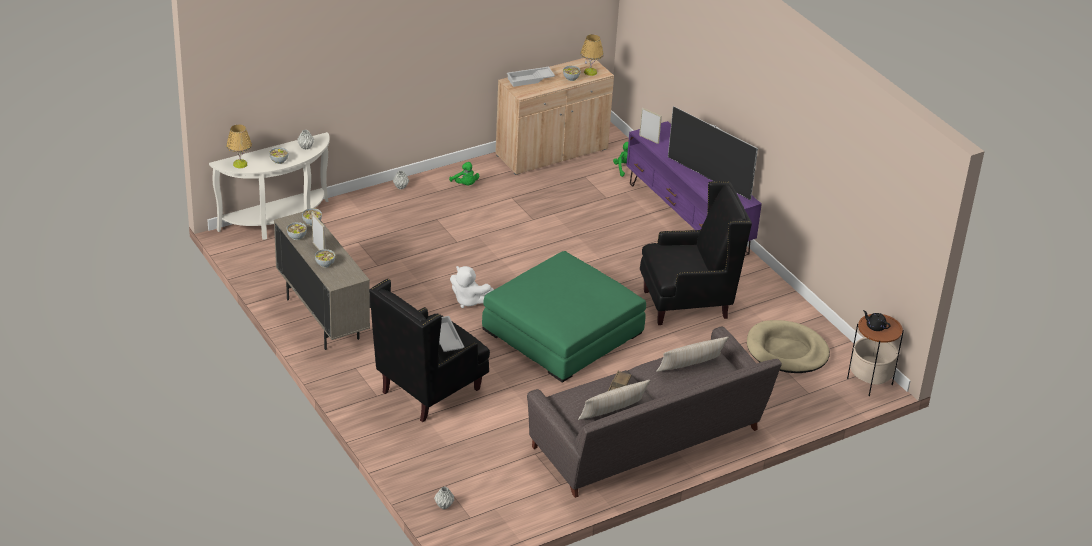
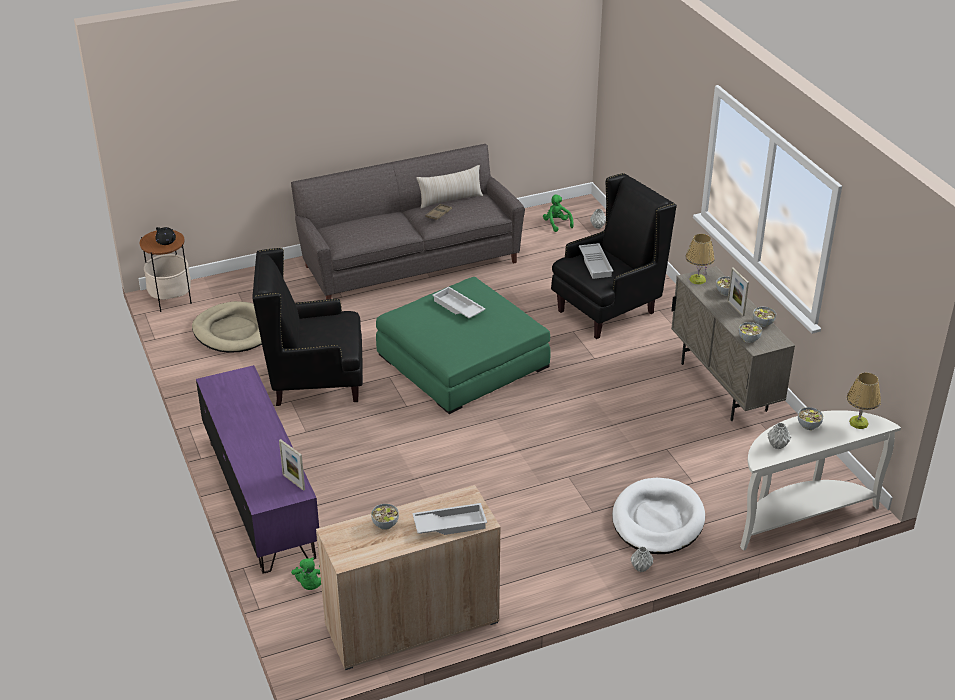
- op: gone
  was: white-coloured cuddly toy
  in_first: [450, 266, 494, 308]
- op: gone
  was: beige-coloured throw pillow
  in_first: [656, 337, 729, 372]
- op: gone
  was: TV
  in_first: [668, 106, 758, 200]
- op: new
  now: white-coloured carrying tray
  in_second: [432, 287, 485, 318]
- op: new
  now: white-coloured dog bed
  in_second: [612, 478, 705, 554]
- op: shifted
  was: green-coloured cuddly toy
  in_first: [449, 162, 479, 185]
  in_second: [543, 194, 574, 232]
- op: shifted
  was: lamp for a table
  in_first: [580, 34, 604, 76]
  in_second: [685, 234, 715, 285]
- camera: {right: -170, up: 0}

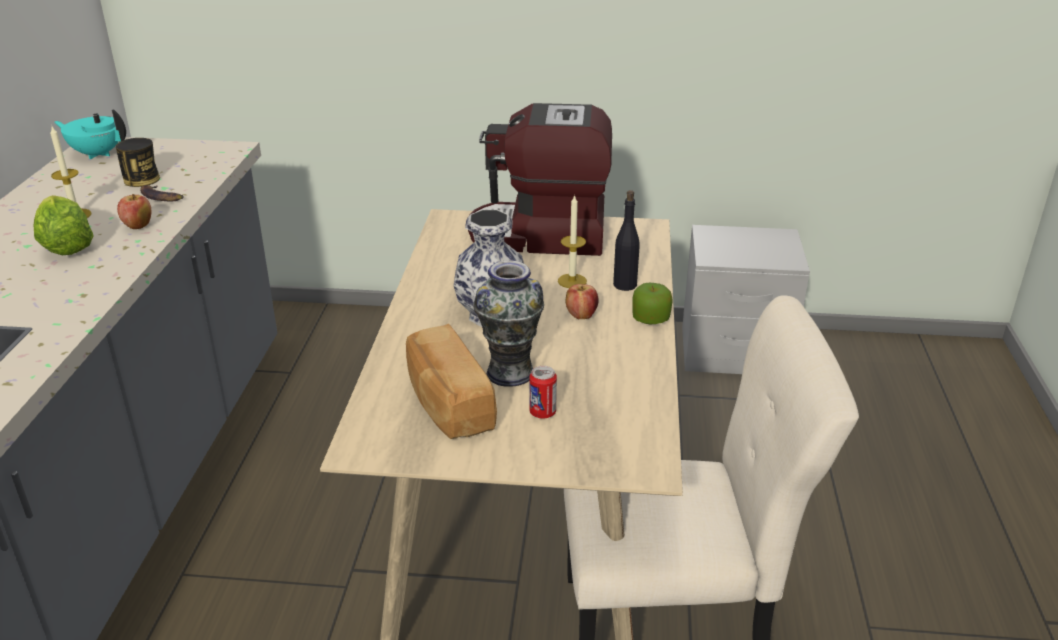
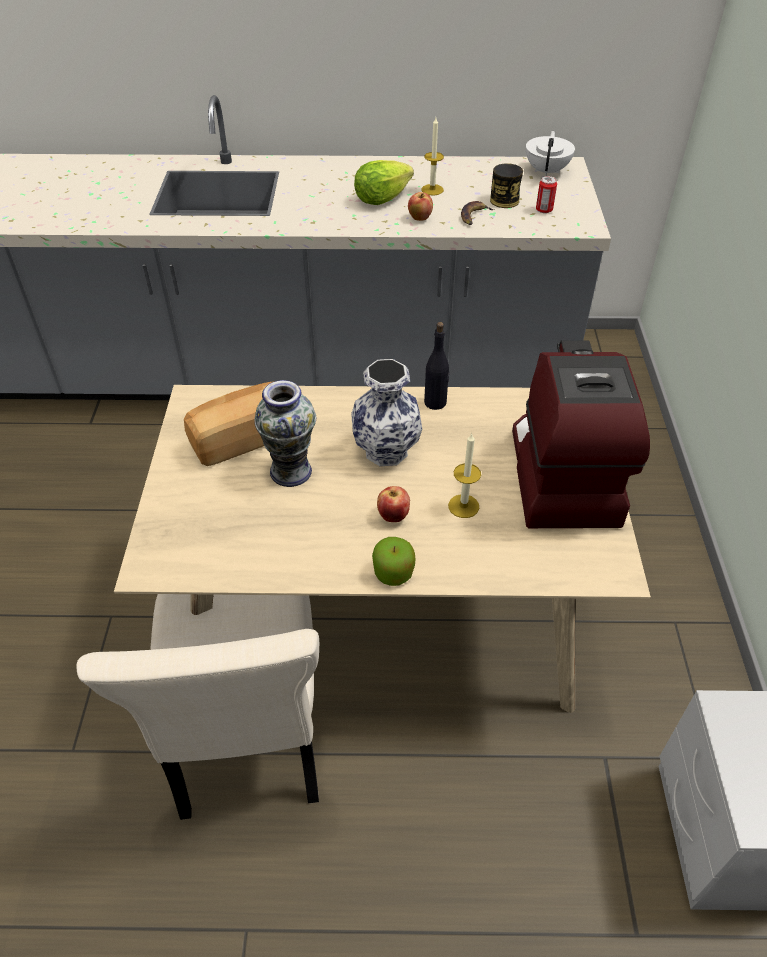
- op: shifted
  was: metal can
  in_first: [530, 366, 557, 419]
  in_second: [536, 176, 557, 213]
- op: shifted
  was: black-coloured bottle
  in_first: [613, 190, 640, 291]
  in_second: [424, 322, 450, 410]
- op: repainted
  was: blue-green pot for tea
  now: white-coloured pot for tea
  in_first: [54, 109, 126, 159]
  in_second: [526, 131, 575, 176]
- camera: {right: 85, up: 15}

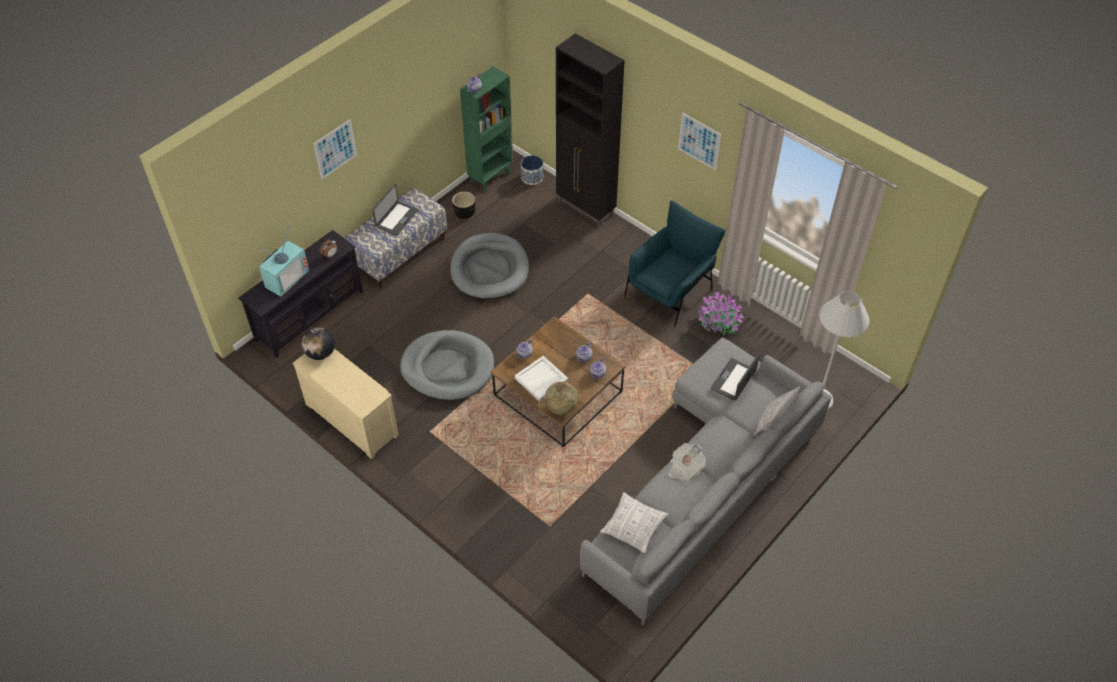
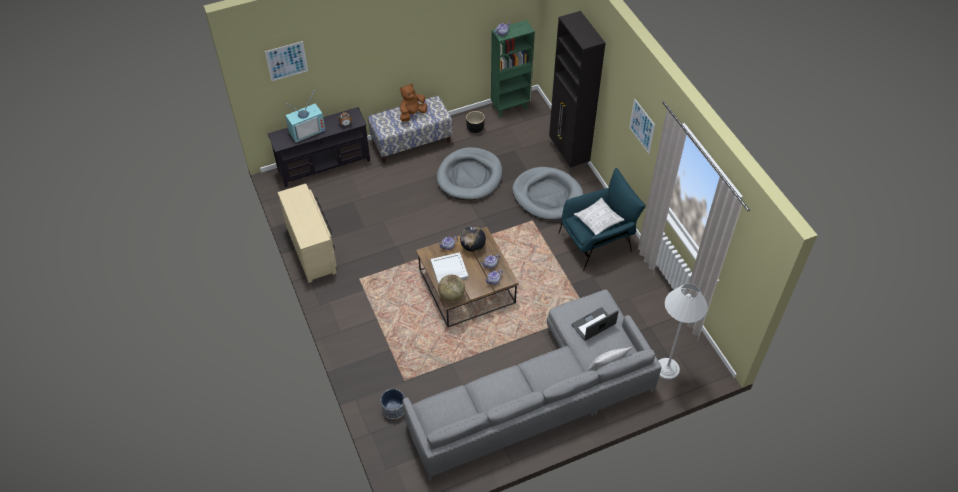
- op: gone
  was: newspaper
  in_first: [668, 443, 706, 482]
- op: gone
  was: houseplant
  in_first: [698, 292, 744, 335]
- op: shifted
  was: desk globe
  in_first: [302, 327, 335, 360]
  in_second: [460, 226, 486, 252]
- op: shifted
  was: wall art
  in_first: [313, 119, 357, 180]
  in_second: [265, 41, 308, 81]
- op: shifted
  was: grey dog bed
  in_first: [400, 330, 494, 401]
  in_second: [512, 167, 584, 220]
- op: shifted
  was: planter
  in_first: [521, 155, 543, 185]
  in_second: [381, 389, 404, 419]
- op: shifted
  was: throw pillow
  in_first: [600, 492, 668, 553]
  in_second: [574, 198, 624, 235]
- op: swapped
  was: portable computer
  now: brownish cuddly toy
  in_first: [372, 184, 419, 236]
  in_second: [400, 84, 427, 122]
- camera: {right: 25, up: 0}

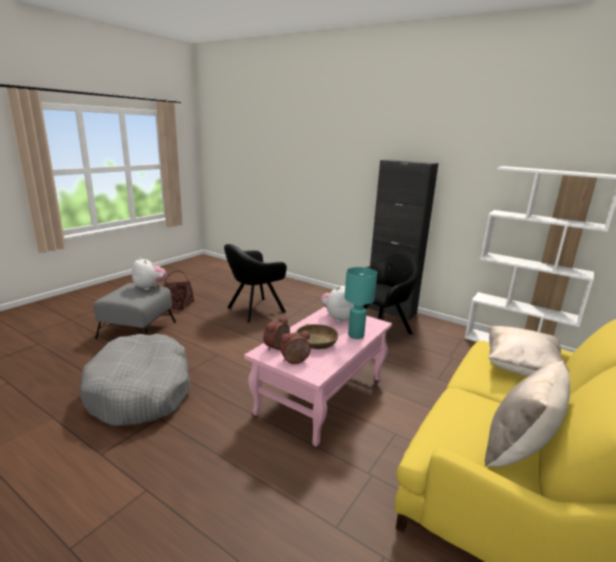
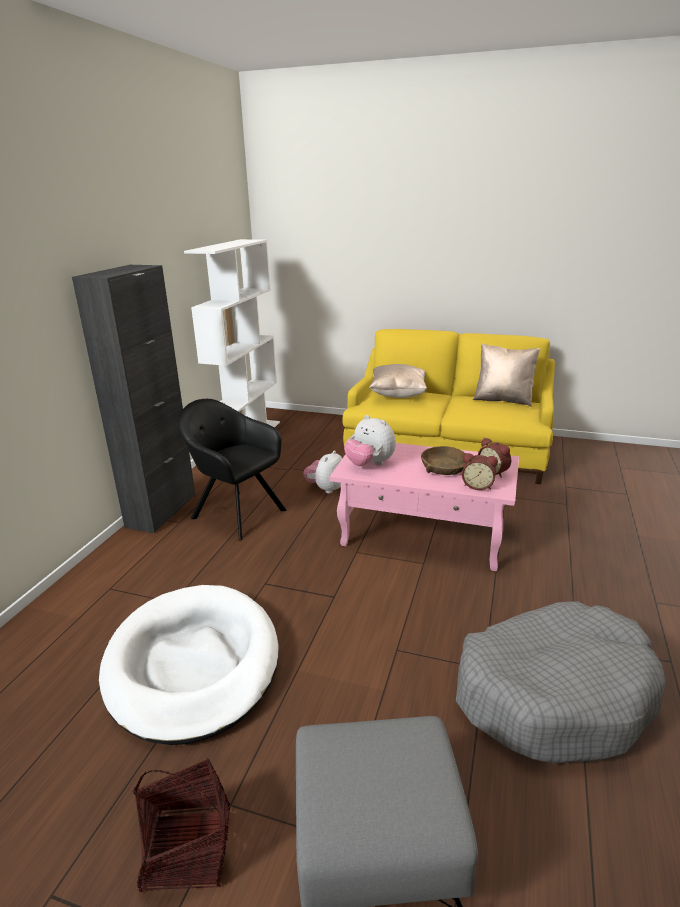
- op: gone
  was: blue-green lamp for a table
  in_first: [344, 267, 377, 339]
- op: shifted
  was: cuddly toy
  in_first: [132, 257, 167, 290]
  in_second: [303, 450, 342, 494]
- op: swapped
  was: black-coloured lounge chair
  now: white-coloured dog bed
  in_first: [224, 244, 287, 323]
  in_second: [99, 585, 279, 745]
- camera: {right: -105, up: 5}

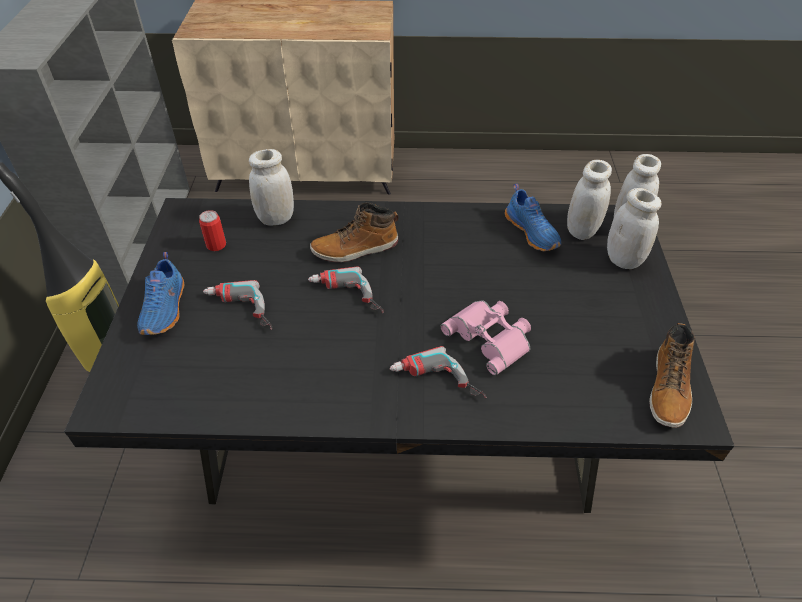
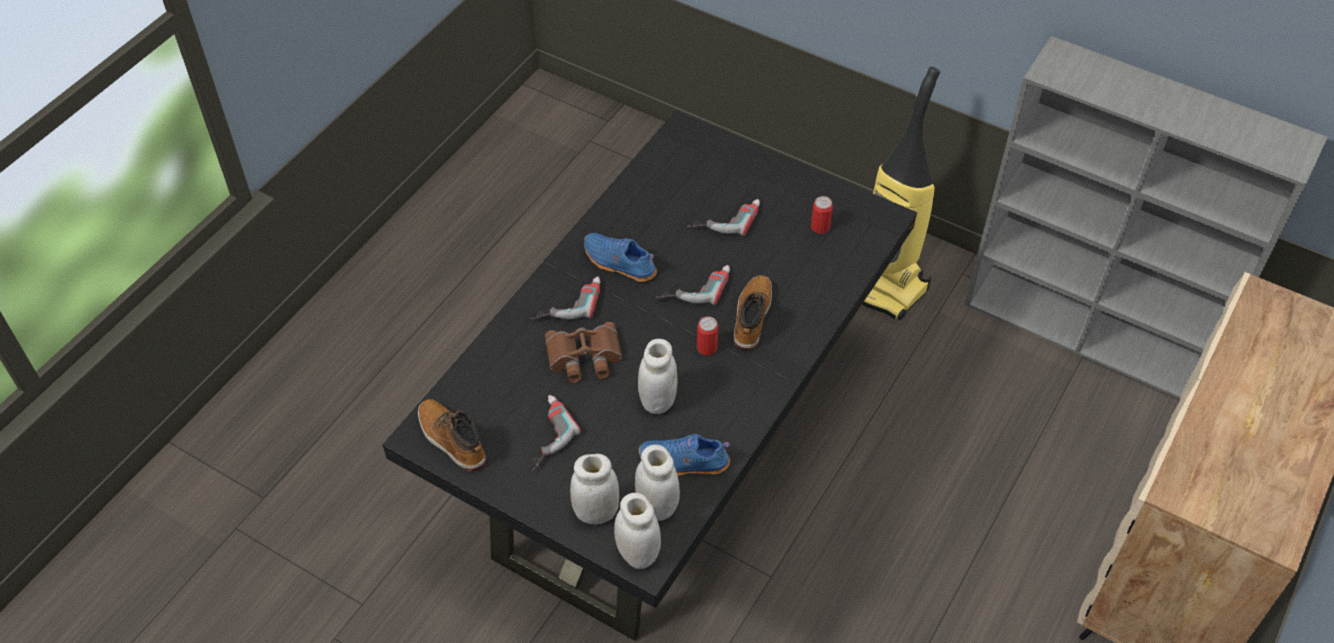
- op: new
  now: drill
  in_second: [532, 395, 581, 471]
- op: new
  now: metal can
  in_second: [697, 316, 718, 355]
- op: shifted
  was: blue-coloured low shoe
  in_first: [137, 252, 184, 335]
  in_second: [584, 233, 657, 282]
- op: shifted
  was: white-coloured jar
  in_first: [249, 149, 294, 226]
  in_second: [638, 339, 677, 414]
- op: repainted
  was: pink pair of binoculars
  now: brownish pair of binoculars
  in_first: [441, 300, 531, 375]
  in_second: [545, 322, 622, 383]
- camera: {right: 120, up: 5}

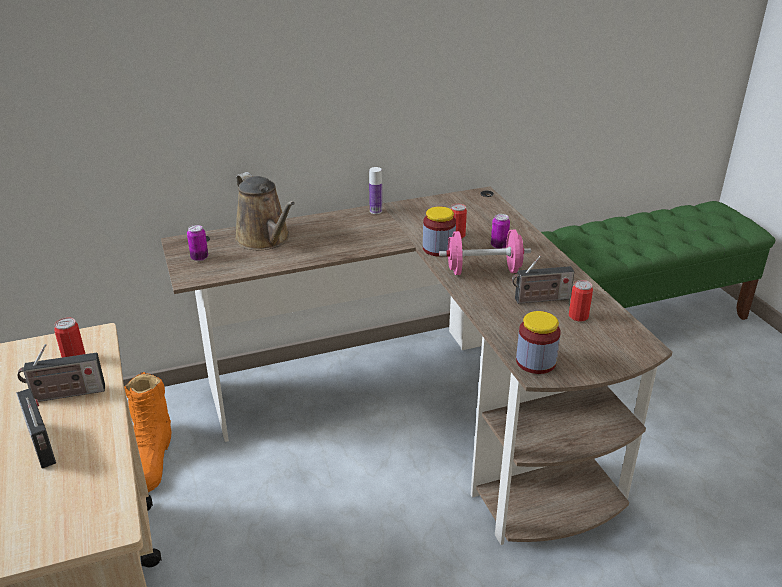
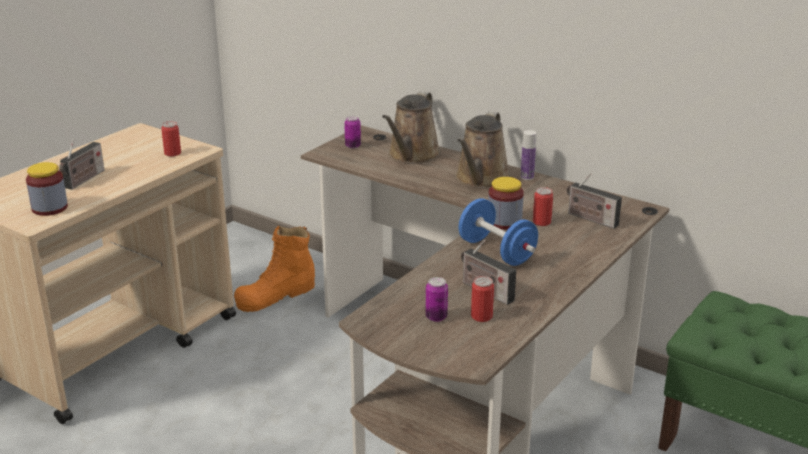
- op: new
  now: brownish watering can
  in_second: [455, 112, 511, 189]
- op: shifted
  was: radio receiver
  in_first: [17, 344, 105, 402]
  in_second: [567, 173, 622, 229]
- op: shifted
  was: metal can
  in_first: [491, 214, 510, 249]
  in_second: [426, 277, 448, 322]
- op: shifted
  was: jar
  in_first: [516, 311, 561, 374]
  in_second: [26, 162, 68, 216]
- op: repainted
  was: pink free weight
  now: blue-coloured free weight
  in_first: [439, 230, 531, 275]
  in_second: [458, 198, 538, 266]
- camera: {right: 55, up: -5}

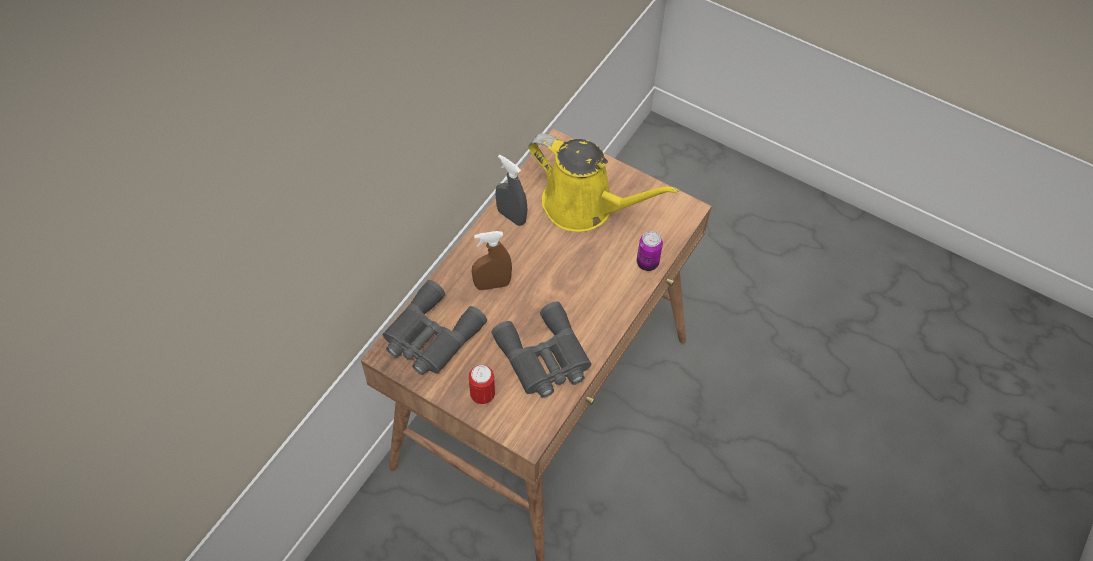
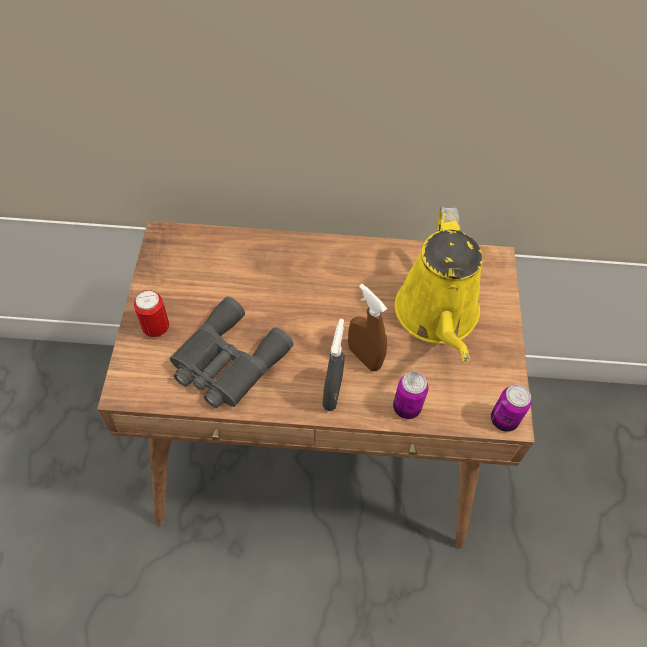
- op: gone
  was: grey pair of binoculars
  in_first: [383, 280, 487, 375]
- op: new
  now: metal can
  in_second: [491, 384, 532, 432]
- op: shifted
  was: brownish hand sprayer
  in_first: [472, 231, 512, 290]
  in_second: [348, 284, 387, 371]
- op: shifted
  was: grey hand sprayer
  in_first: [496, 155, 527, 226]
  in_second: [322, 319, 345, 411]
- camera: {right: 60, up: 0}

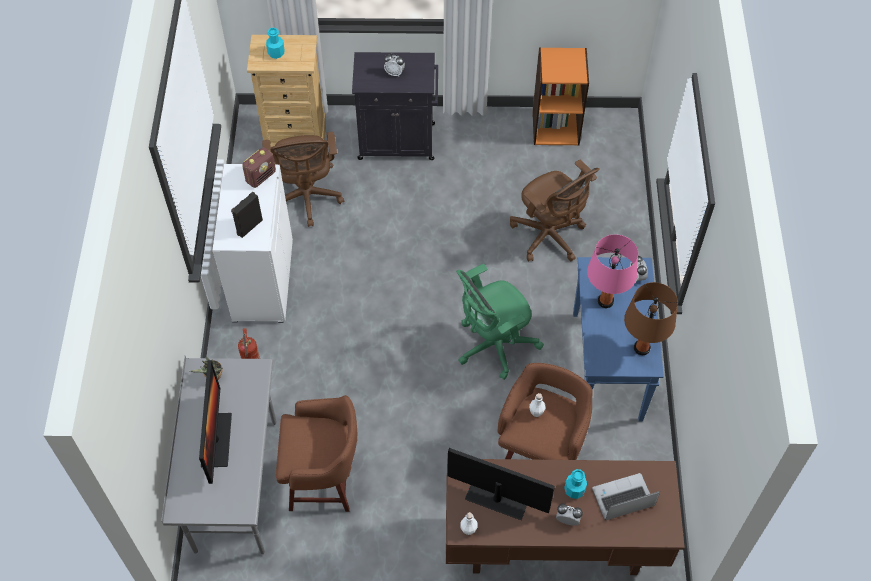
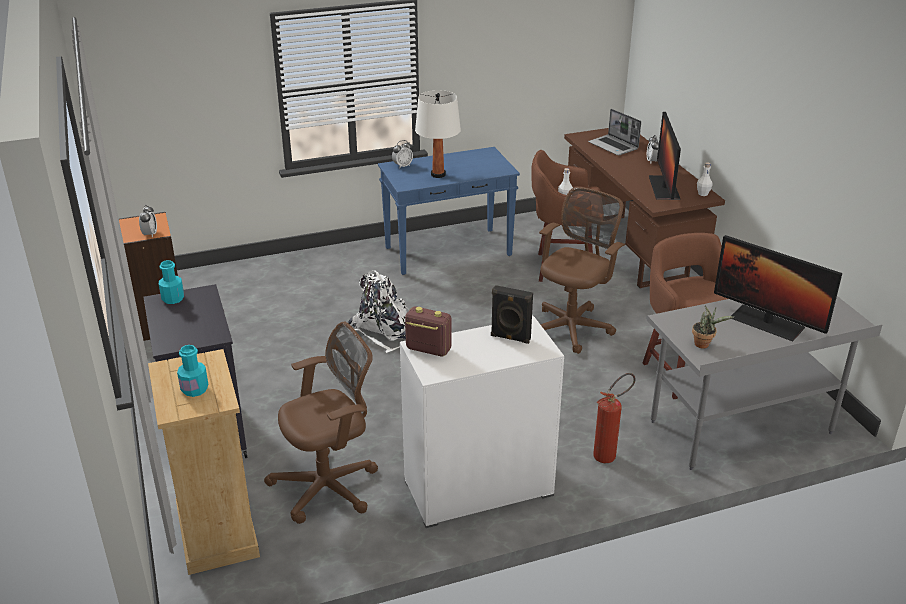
- op: gone
  was: green-coloured computer chair
  in_first: [456, 264, 544, 380]
- op: gone
  was: brownish lamp for a table
  in_first: [624, 282, 678, 355]
- op: new
  now: white-coloured knapsack
  in_second: [348, 270, 409, 353]
- op: shifted
  was: table clock
  in_first: [384, 54, 405, 76]
  in_second: [139, 205, 157, 238]
- op: shifted
  was: brownish computer chair
  in_first: [510, 160, 600, 262]
  in_second: [539, 187, 625, 354]
- op: shifted
  was: blue-green bottle
  in_first: [564, 469, 587, 499]
  in_second: [159, 260, 184, 304]
- op: repainted
  was: pink lamp for a table
  now: white-coloured lamp for a table
  in_first: [587, 234, 638, 308]
  in_second: [415, 90, 461, 178]
- op: rotated
  was: computer screen
  in_first: [199, 360, 232, 484]
  in_second: [714, 235, 842, 341]
  clockwise: -120
- camera: {right: -110, up: -25}

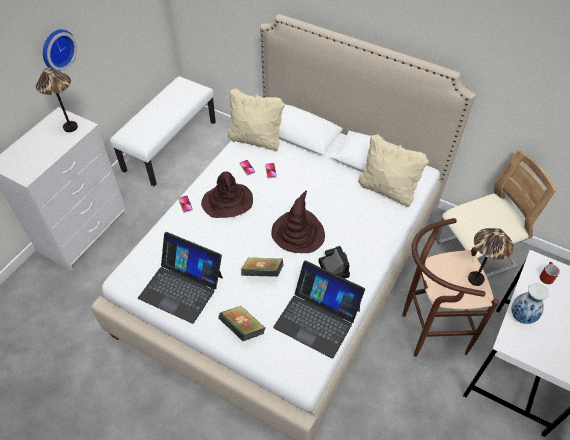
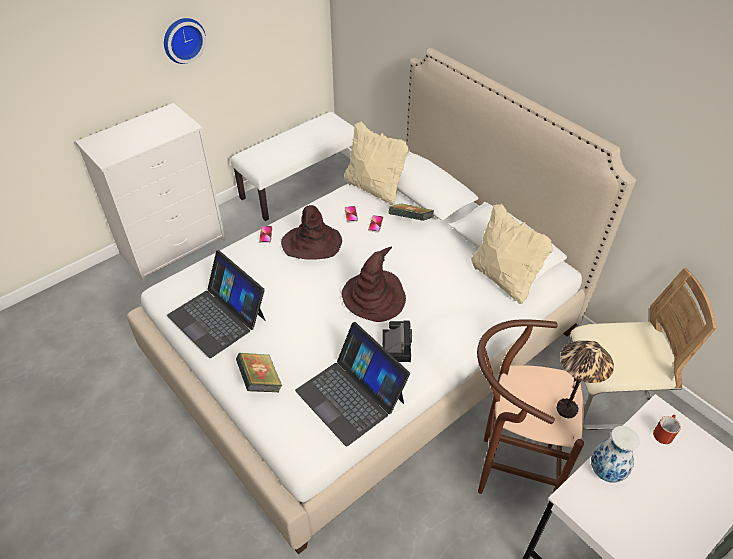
- op: gone
  was: lamp for a table
  in_first: [36, 67, 78, 132]
- op: shifted
  was: book
  in_first: [241, 258, 284, 277]
  in_second: [389, 203, 434, 221]
- camera: {right: 20, up: -5}

